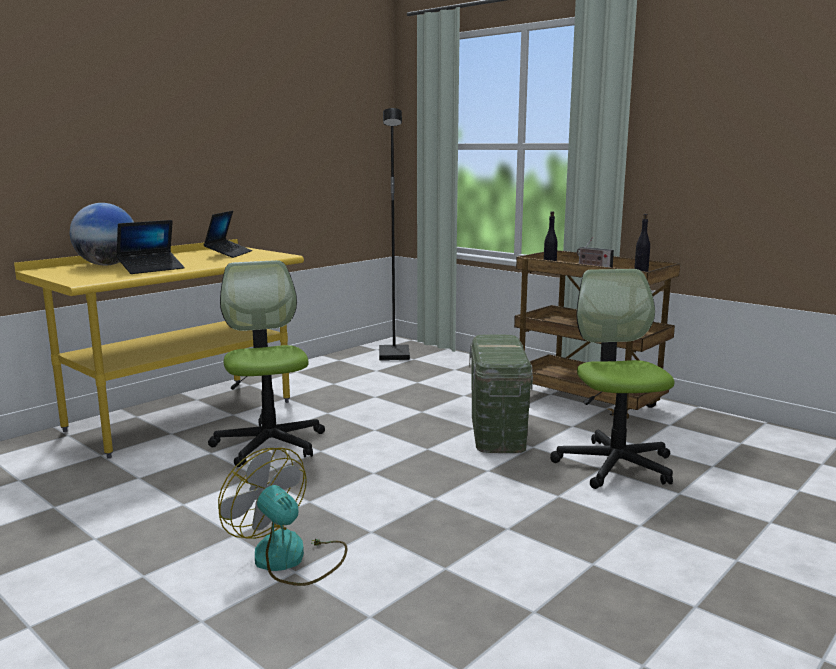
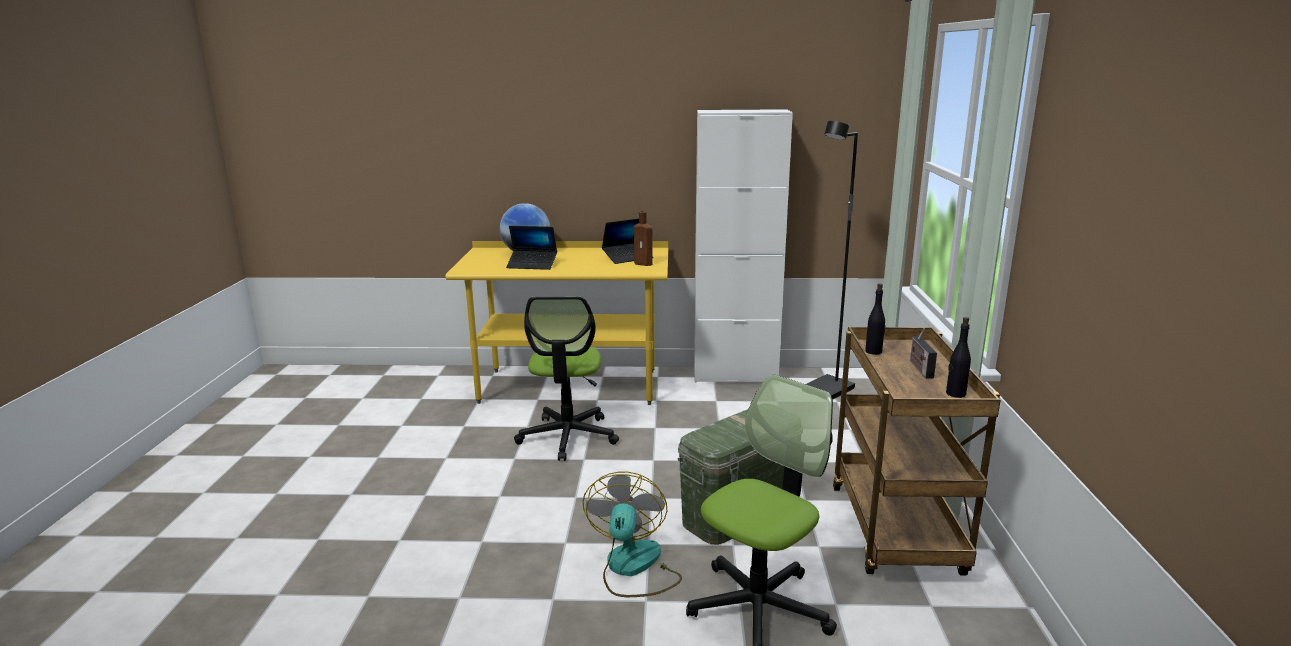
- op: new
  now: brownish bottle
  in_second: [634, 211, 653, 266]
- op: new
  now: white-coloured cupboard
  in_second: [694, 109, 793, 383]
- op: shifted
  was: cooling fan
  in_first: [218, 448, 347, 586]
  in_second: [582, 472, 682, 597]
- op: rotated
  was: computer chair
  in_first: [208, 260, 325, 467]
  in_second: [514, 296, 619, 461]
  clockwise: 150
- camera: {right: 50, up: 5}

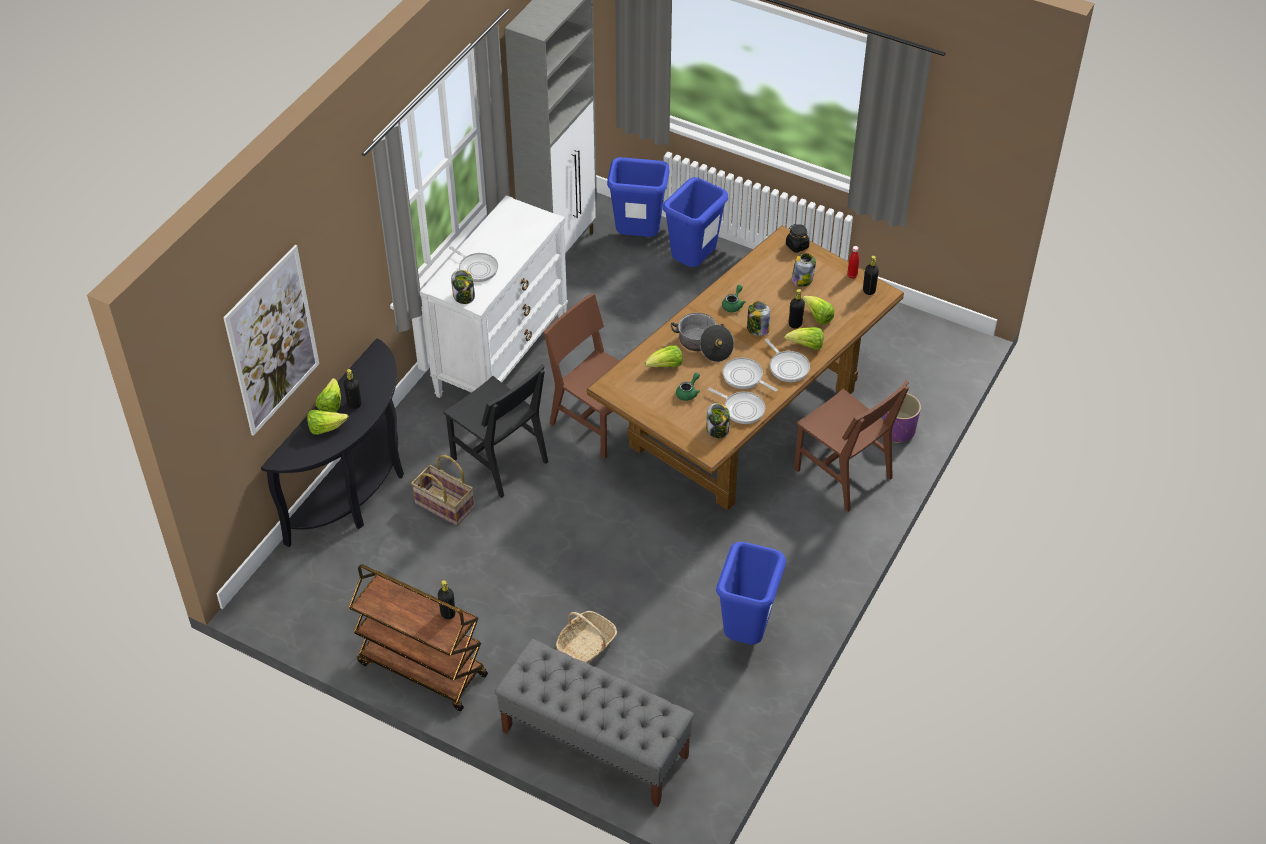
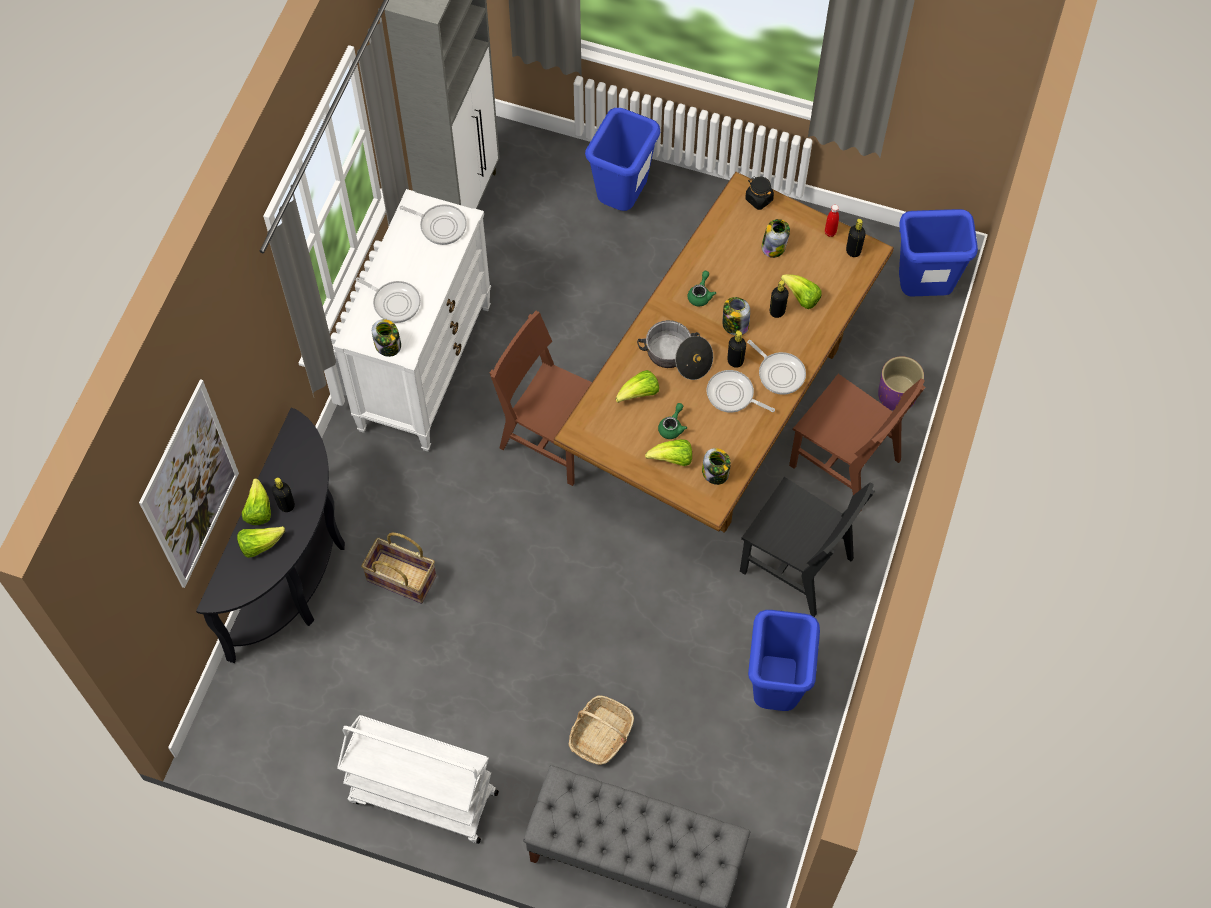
- op: shifted
  was: black-coloured bottle
  in_first: [438, 580, 455, 619]
  in_second: [727, 331, 746, 368]
- op: shifted
  was: black-coloured upright chair
  in_first: [443, 364, 548, 498]
  in_second: [740, 477, 875, 617]
- op: shifted
  was: blue-coloured trash can
  in_first: [607, 157, 670, 237]
  in_second: [899, 209, 978, 296]
- op: shifted
  was: frying pan
  in_first: [708, 388, 765, 424]
  in_second: [399, 204, 467, 245]
- op: shifted
  was: lettuce
  in_first: [784, 327, 823, 350]
  in_second: [645, 439, 692, 466]
- op: repainted
  was: brownish trolley
  now: white-coloured trolley
  in_first: [349, 564, 488, 711]
  in_second: [337, 715, 499, 844]
- camera: {right: -10, up: 15}

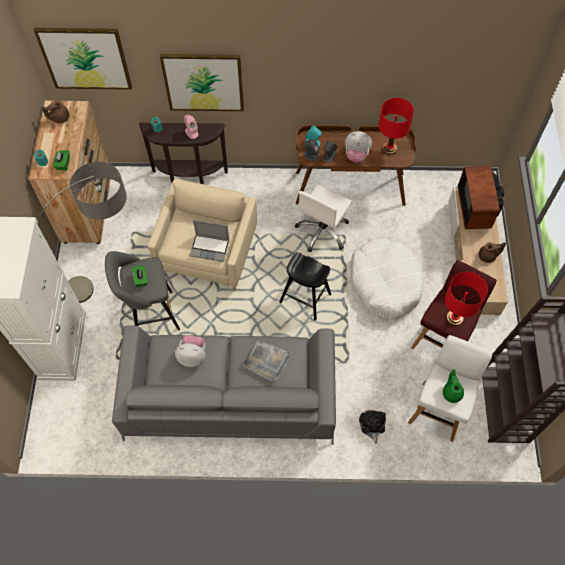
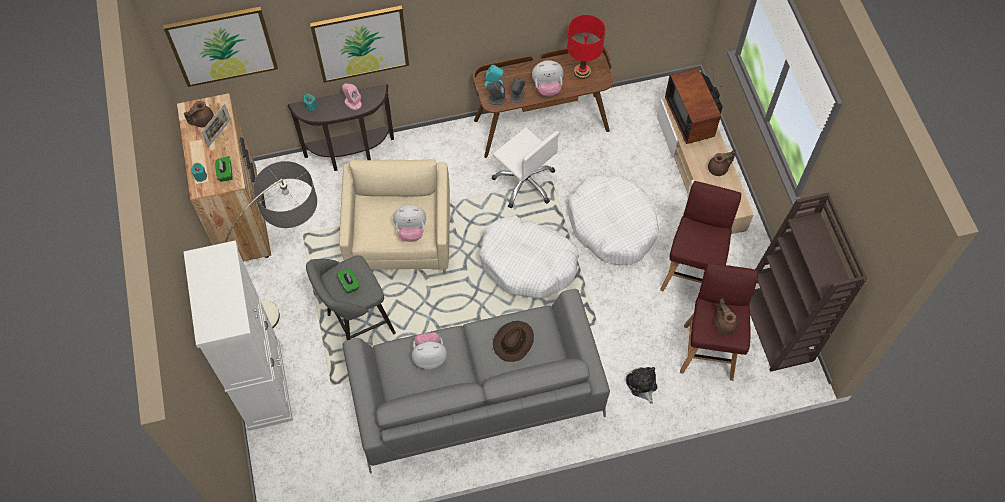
- op: gone
  was: red-coloured lamp for a table
  in_first: [445, 272, 488, 326]
- op: new
  now: standing frame
  in_second: [202, 103, 231, 148]
- op: swapped
  was: portable computer
  now: cuddly toy
  in_first: [190, 220, 229, 262]
  in_second: [393, 205, 426, 242]
- op: swapped
  was: grey carrying tray
  now: brownish clothing hat
  in_first: [242, 341, 292, 381]
  in_second: [493, 321, 534, 362]
- op: swapped
  was: black-coloured stool seat
  now: white-coloured dog bed
  in_first: [279, 252, 331, 320]
  in_second: [479, 216, 579, 299]
- op: repainted
  was: white-coloured stool seat
  now: red-coloured stool seat
  in_first: [408, 335, 493, 442]
  in_second: [680, 263, 758, 381]
- op: repainted
  was: green-coloured pot for tea
  now: brownish pot for tea
  in_first: [443, 369, 464, 403]
  in_second: [715, 298, 738, 335]
- op: rotated
  was: white-coloured computer chair
  in_first: [295, 184, 352, 253]
  in_second: [492, 127, 559, 209]
  clockwise: -60
- camera: {right: -15, up: 0}

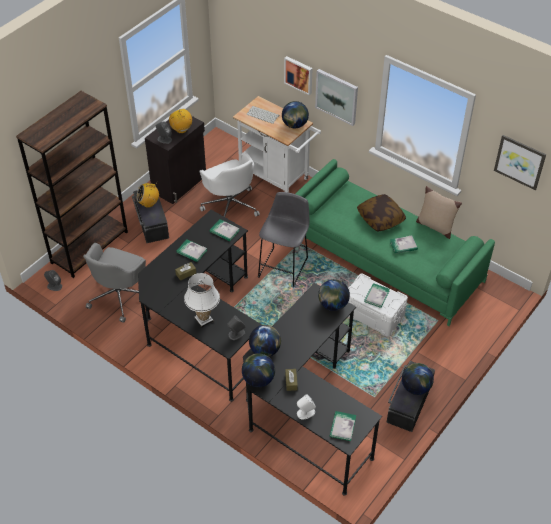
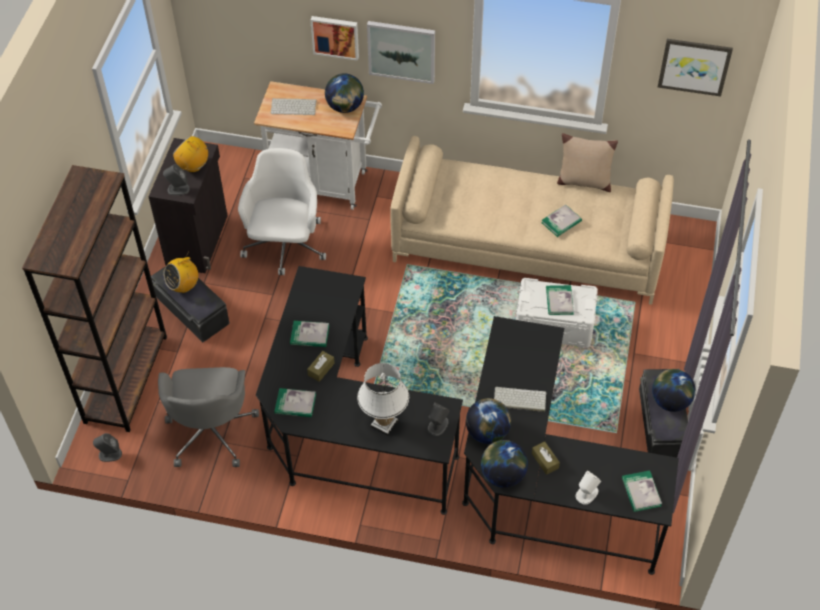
- op: gone
  was: grey stool seat
  in_first: [258, 192, 309, 287]
- op: gone
  was: desk globe
  in_first: [318, 279, 350, 311]
- op: gone
  was: throw pillow
  in_first: [357, 194, 406, 232]
- op: new
  now: computer keyboard
  in_second: [494, 387, 546, 412]
- op: shifted
  was: book
  in_first: [210, 219, 240, 241]
  in_second: [274, 388, 316, 417]
- op: repainted
  was: green-coloured sofa
  now: beige-coloured sofa
  in_first: [296, 159, 495, 326]
  in_second: [390, 136, 674, 305]
- op: rotated
  was: white-coloured computer chair
  in_first: [200, 153, 260, 217]
  in_second: [238, 148, 326, 275]
  clockwise: -120
- camera: {right: -25, up: 5}

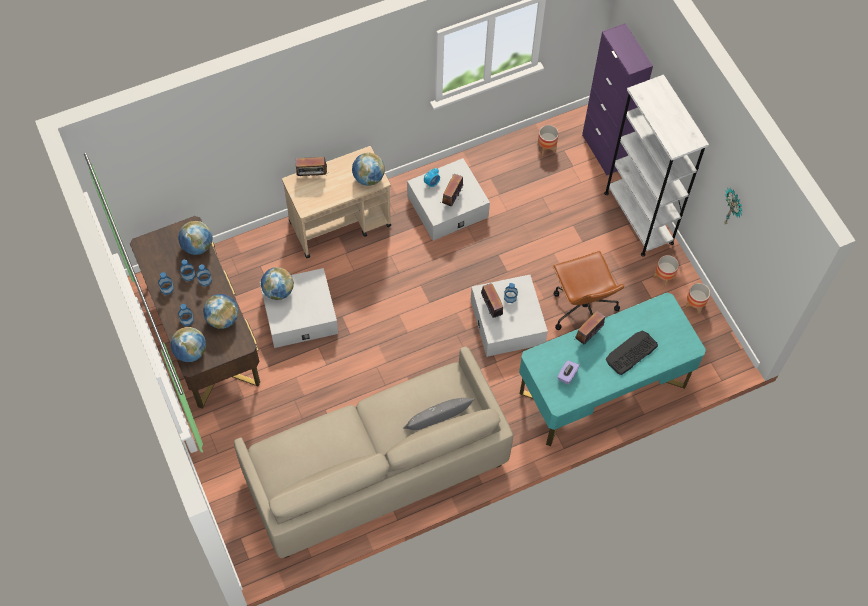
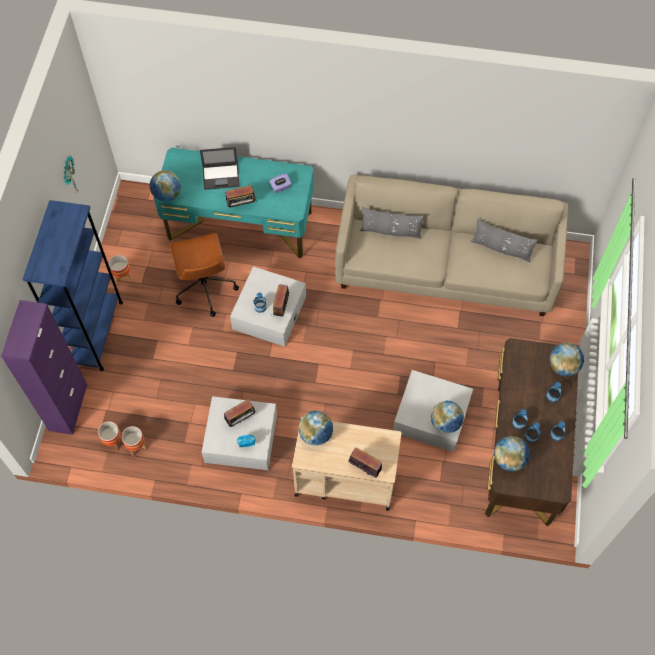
- op: new
  now: grey throw pillow
  in_second: [471, 219, 538, 262]
- op: shifted
  was: desk globe
  in_first: [203, 294, 238, 329]
  in_second: [149, 170, 181, 202]
- op: shifted
  was: planter
  in_first: [685, 283, 710, 314]
  in_second: [121, 426, 147, 456]
- op: swapped
  was: computer keyboard
  now: portable computer
  in_first: [606, 330, 658, 375]
  in_second: [200, 147, 240, 190]
- op: repainted
  was: white-coloured bookcase
  now: blue-coloured bookcase
  in_first: [604, 74, 709, 257]
  in_second: [23, 200, 123, 371]
- op: rotated
  was: brownish computer chair
  in_first: [553, 251, 624, 330]
  in_second: [170, 233, 239, 317]
  clockwise: 150
- camera: {right: -145, up: 0}

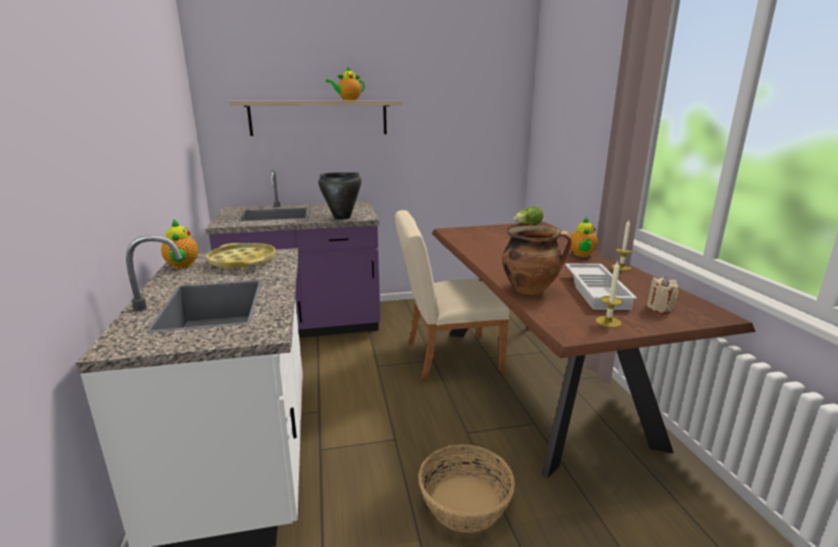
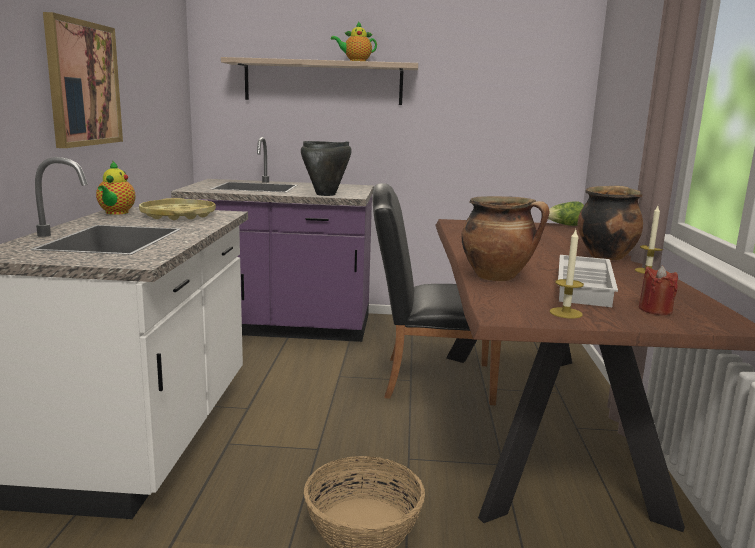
- op: new
  now: wall art
  in_second: [43, 12, 123, 148]
- op: swapped
  was: pot for tea
  now: stockpot
  in_first: [570, 217, 598, 257]
  in_second: [577, 186, 643, 260]
- op: repainted
  was: beige-coloured upright chair
  now: black-coloured upright chair
  in_first: [395, 210, 509, 380]
  in_second: [372, 183, 501, 405]
- op: repainted
  was: beige-coloured candle
  now: red-coloured candle
  in_first: [647, 277, 679, 313]
  in_second: [639, 265, 678, 315]
- camera: {right: 15, up: -5}

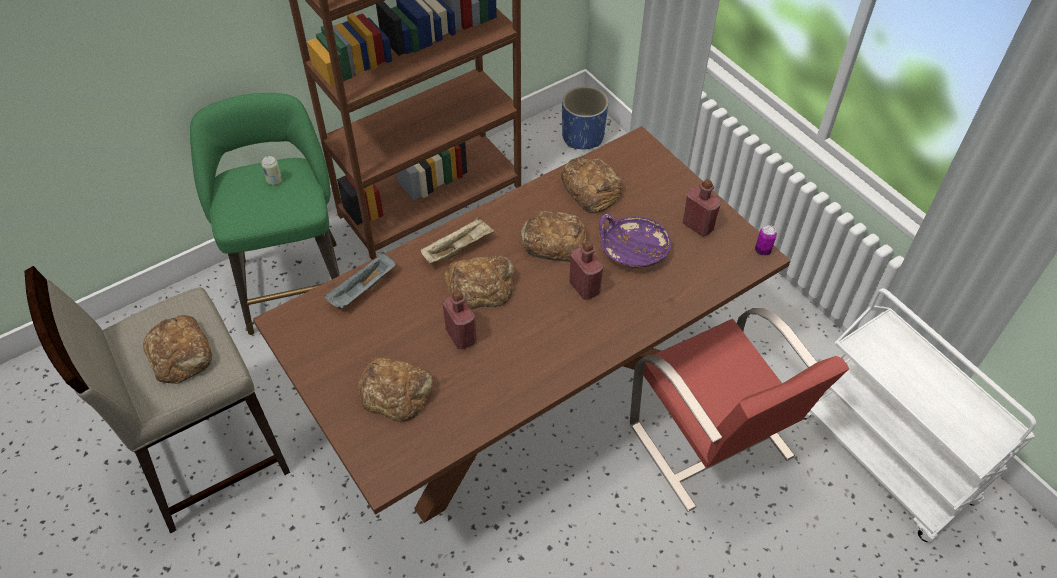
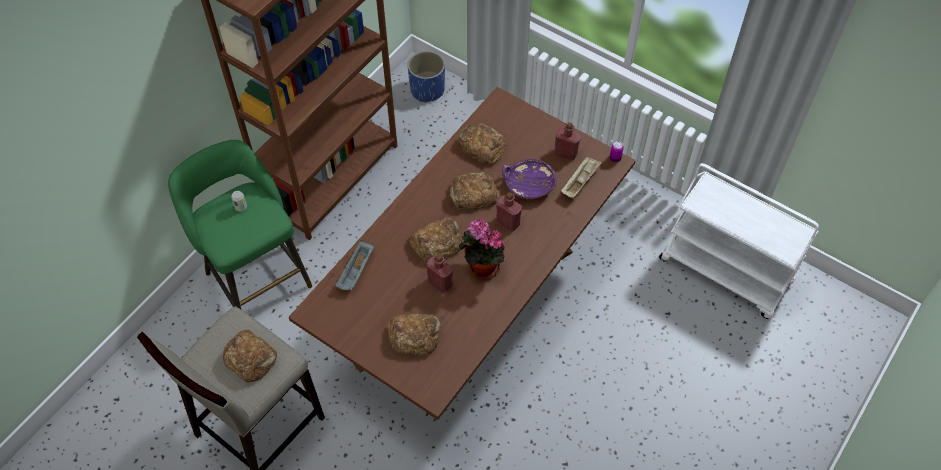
- op: gone
  was: red-coloured upright chair
  in_first: [630, 308, 849, 512]
- op: new
  now: houseplant
  in_second: [458, 219, 505, 280]
- op: shifted
  was: beige-coloured carrying tray
  in_first: [421, 217, 494, 264]
  in_second: [561, 156, 602, 199]
- camera: {right: -20, up: 5}

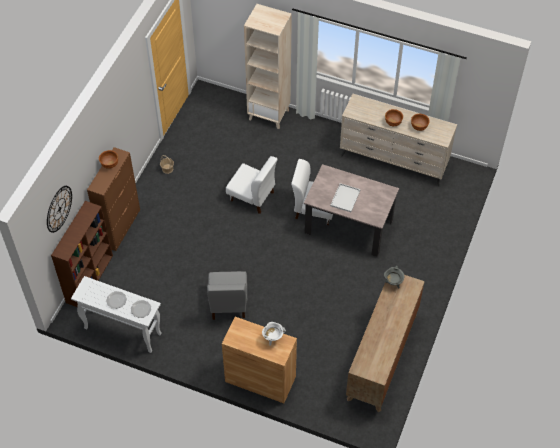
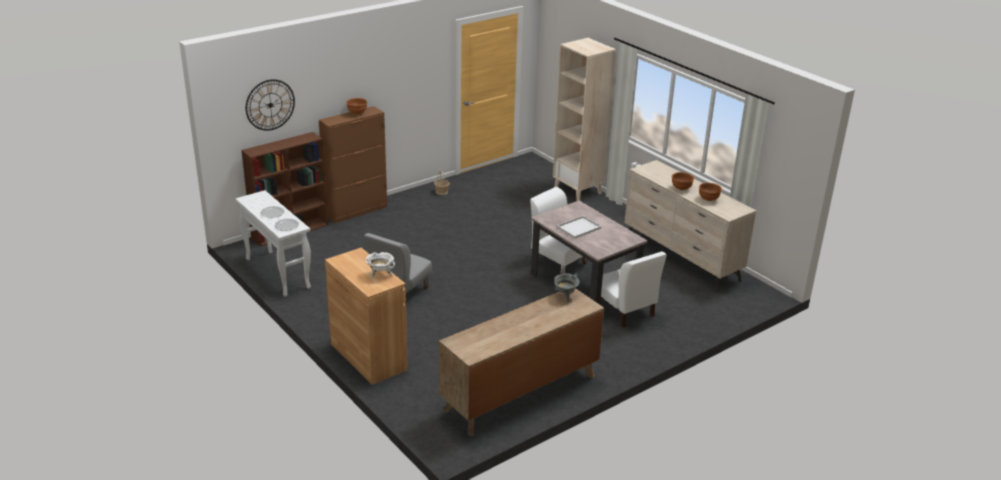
- op: shifted
  was: white-coloured upright chair
  in_first: [226, 156, 278, 214]
  in_second: [600, 252, 666, 328]
- camera: {right: 30, up: -25}

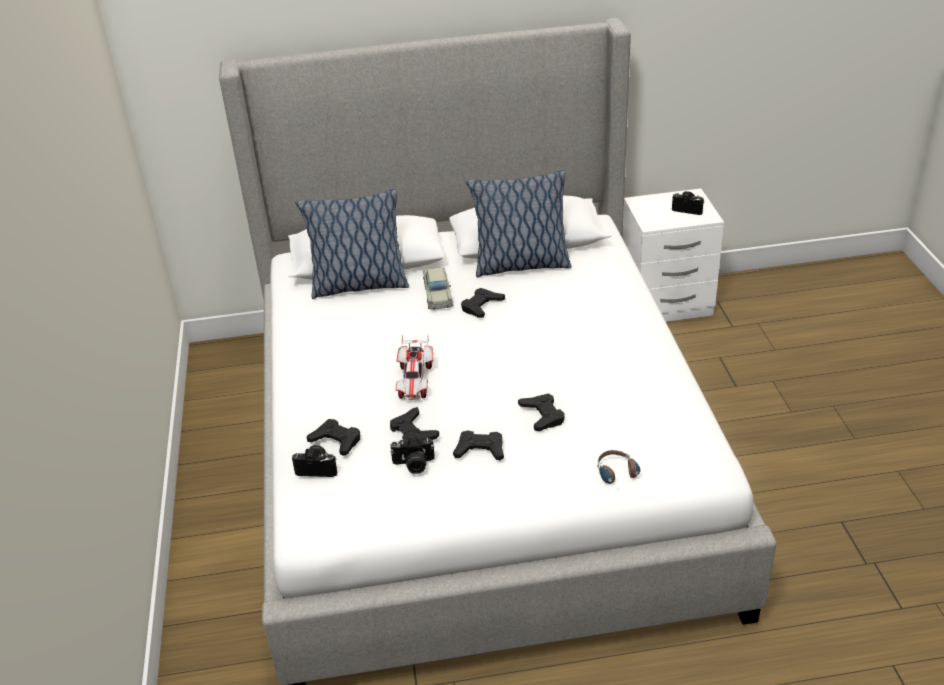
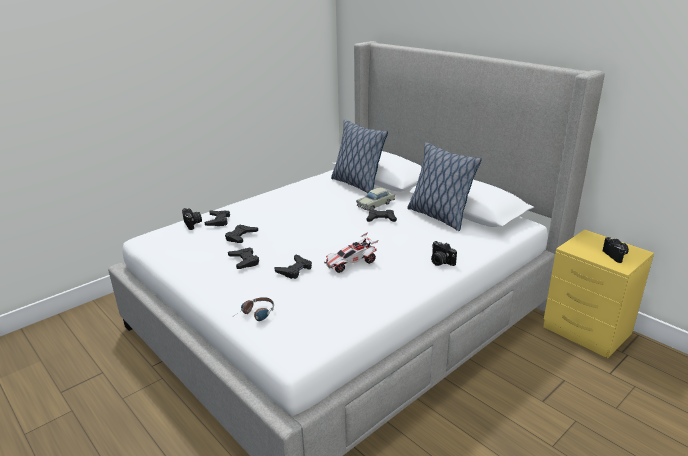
- op: shifted
  was: photo camera
  in_first: [390, 436, 435, 474]
  in_second: [431, 241, 457, 266]
- op: shifted
  was: toy car
  in_first: [396, 335, 434, 400]
  in_second: [324, 232, 378, 273]
- op: repainted
  was: white-coloured bedside table
  now: yellow bedside table
  in_first: [623, 188, 724, 322]
  in_second: [543, 230, 654, 358]
- camera: {right: 55, up: -10}

